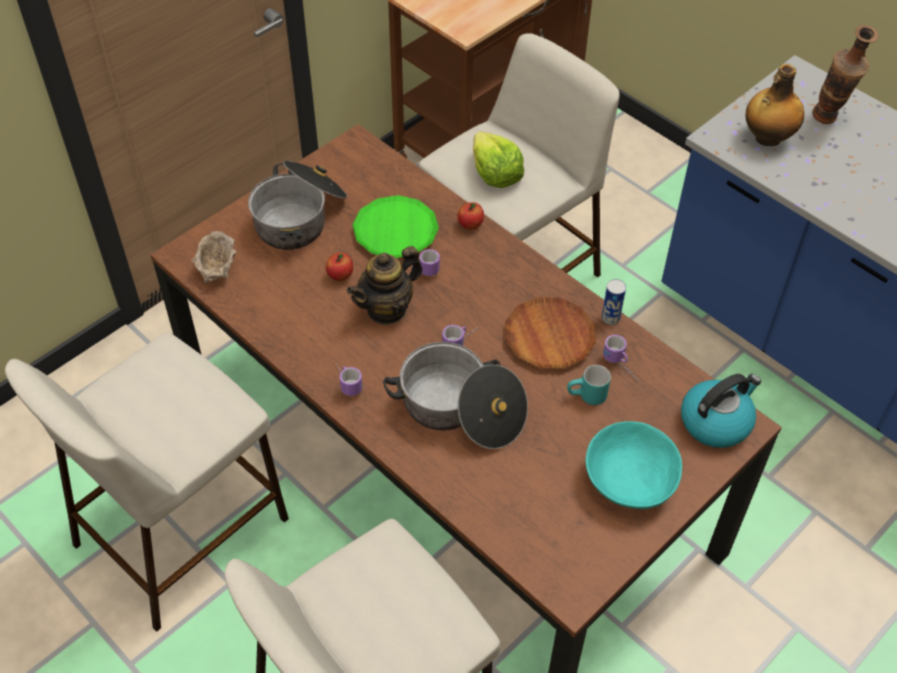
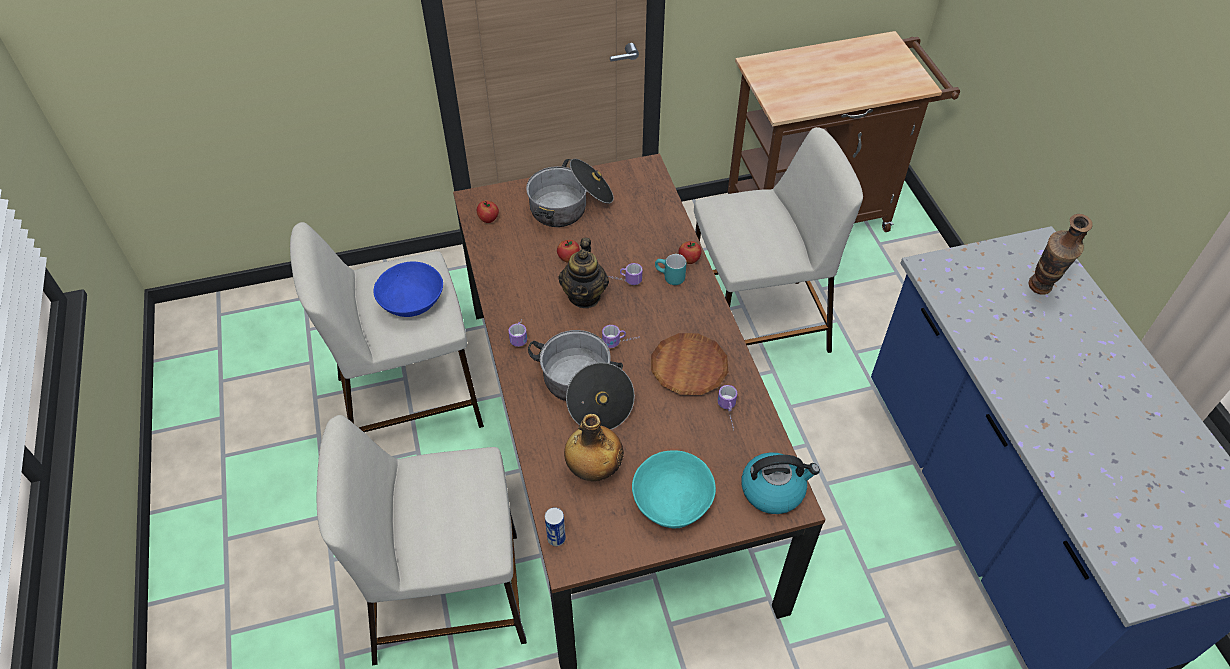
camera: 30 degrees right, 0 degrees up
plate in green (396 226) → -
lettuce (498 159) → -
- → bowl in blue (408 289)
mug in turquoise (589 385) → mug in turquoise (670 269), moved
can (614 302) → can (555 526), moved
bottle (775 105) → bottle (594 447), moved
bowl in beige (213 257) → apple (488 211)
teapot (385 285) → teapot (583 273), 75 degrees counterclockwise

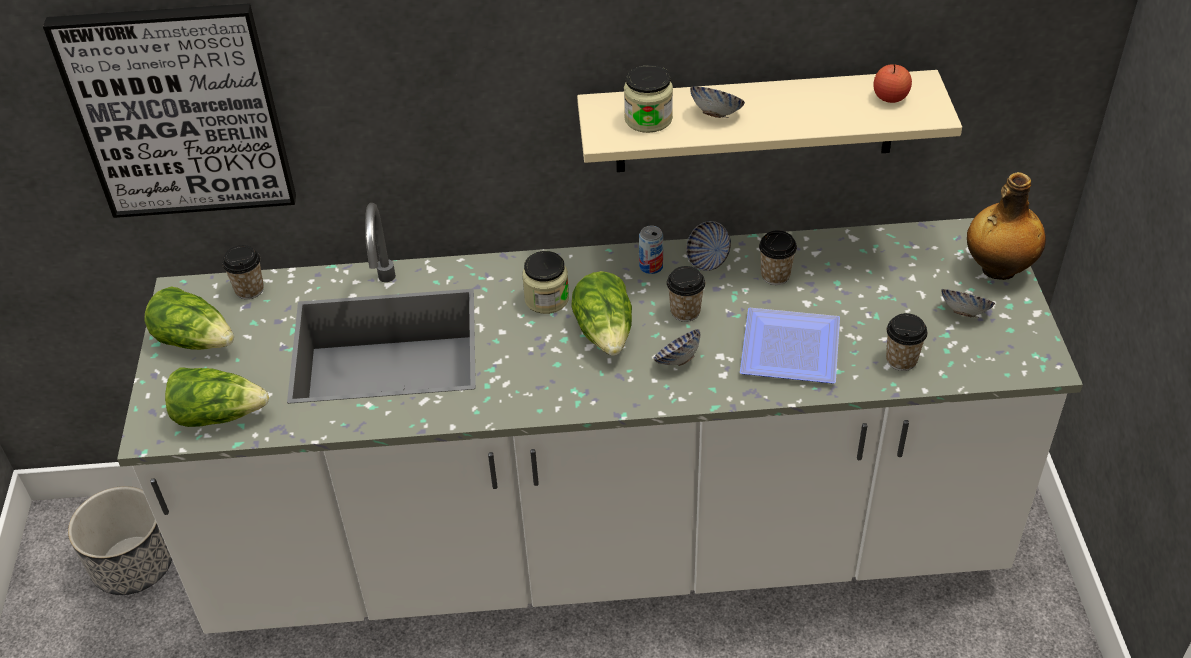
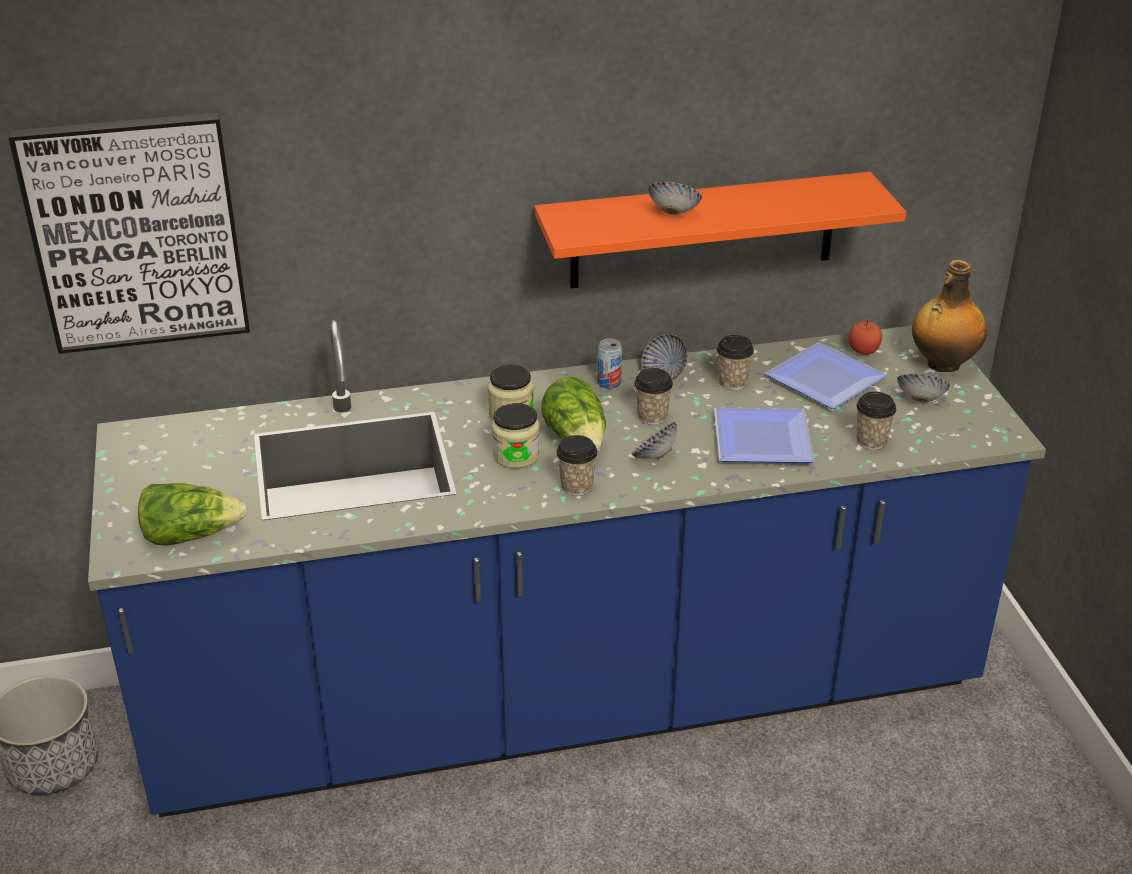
camera: 10 degrees left, 10 degrees down
lettuce (189 318) → -
- → plate (826 375)
cup (243 272) → cup (577 465), moved
jar (648 99) → jar (516 435), moved
apple (892 83) → apple (865 337), moved
counter in white (600 418) → counter in blue (567 568)
shelf in beige (769 121) → shelf in orange (720 230)

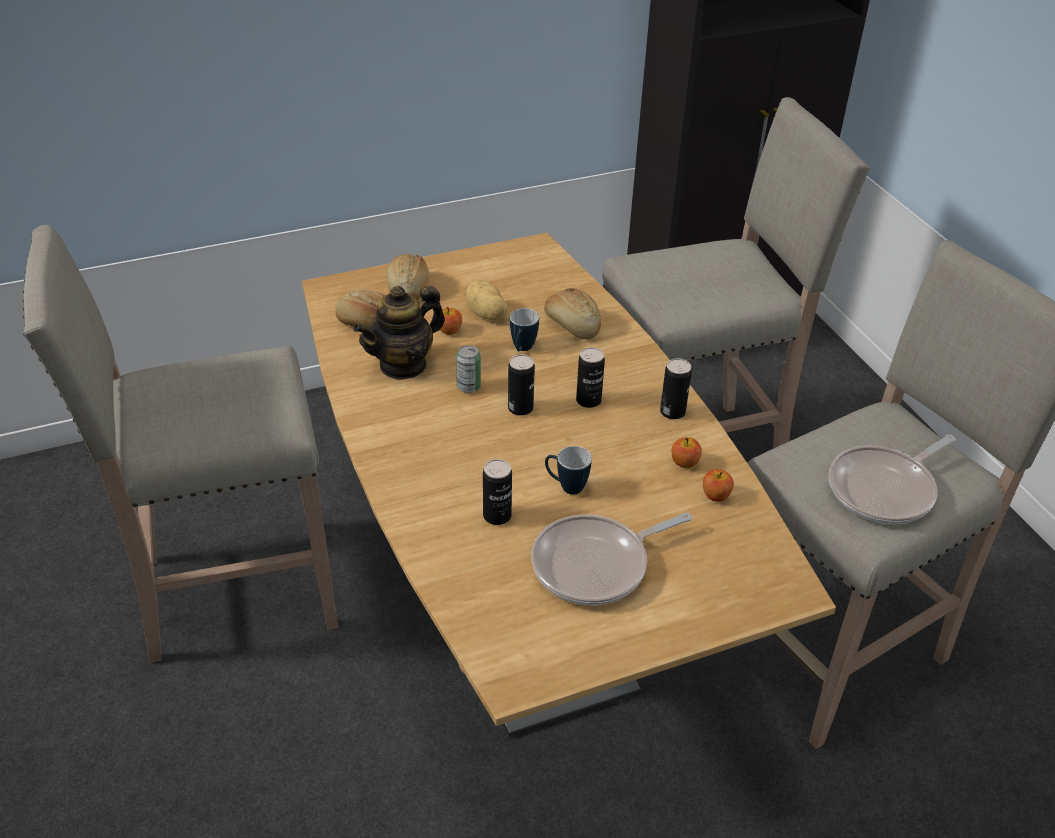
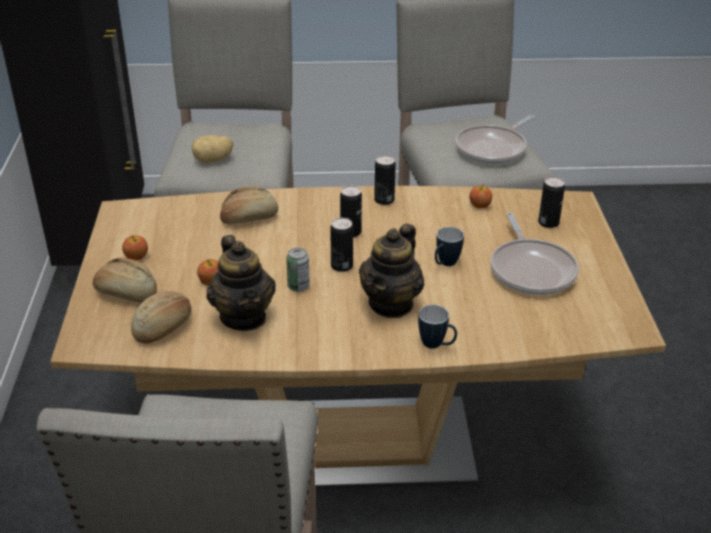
camera: 70 degrees left, 5 degrees down
- → teapot (391 270)
potato (486 300) → potato (212 149), moved
can (497 492) → can (551 202), moved
mug (524 329) → mug (437 327), moved
apple (687 452) → apple (135 248), moved
frying pan (892 479) → frying pan (495 139), 60 degrees clockwise

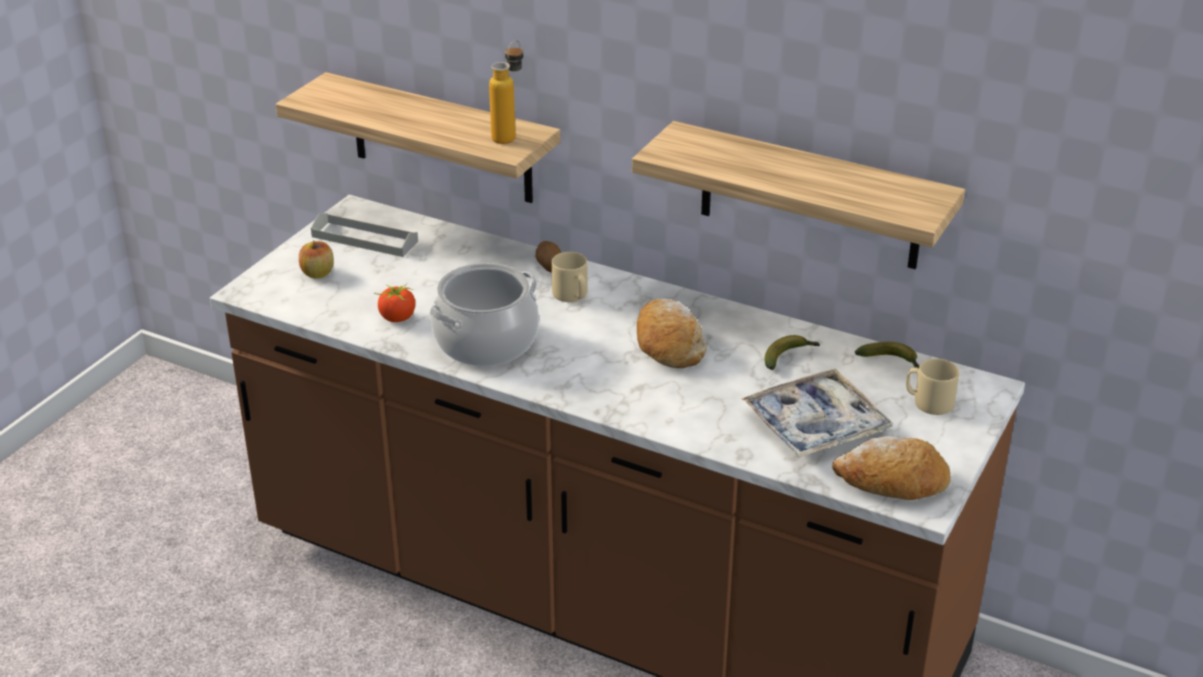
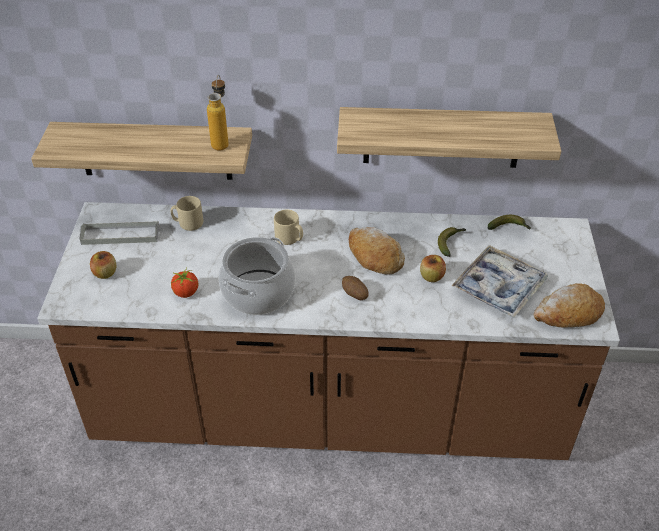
camera: 25 degrees left, 10 degrees up
- → apple (433 268)
potato (548 257) → potato (355 288), moved
mug in beige (932 386) → mug in beige (187 213), moved

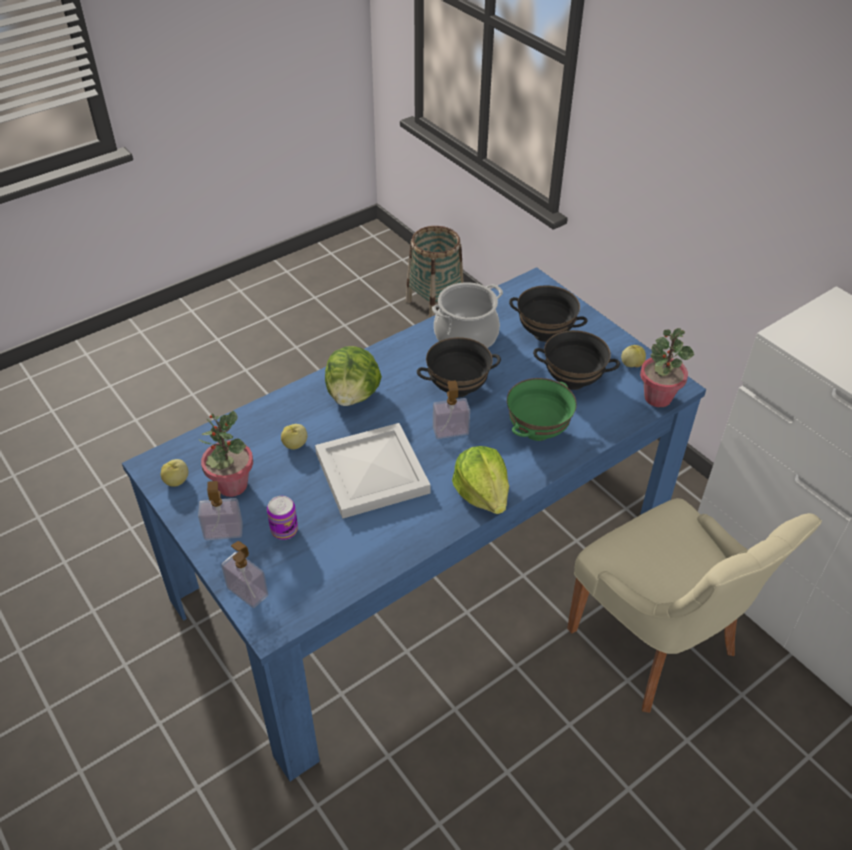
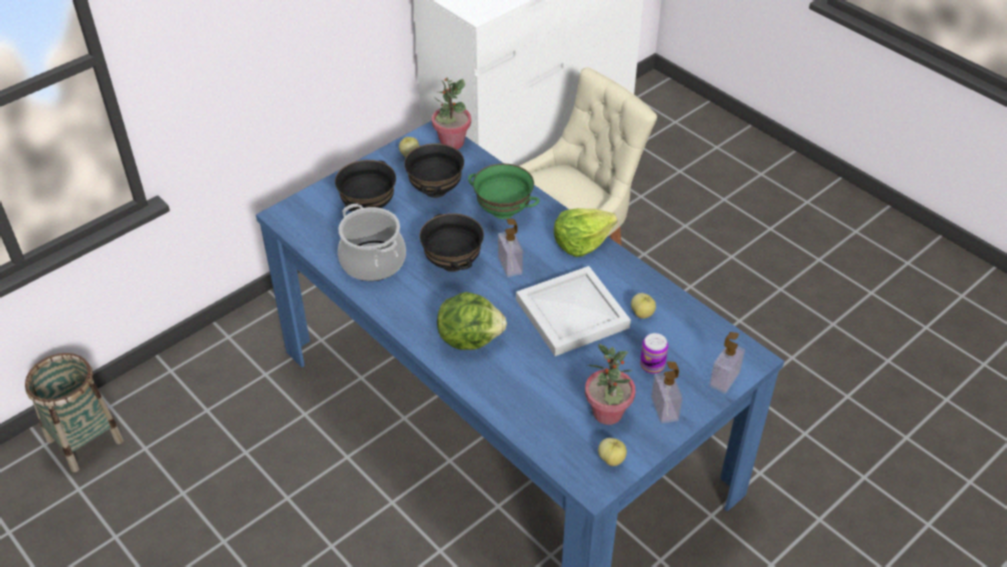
camera: 95 degrees left, 0 degrees up
apple (294 437) → apple (643 306), moved

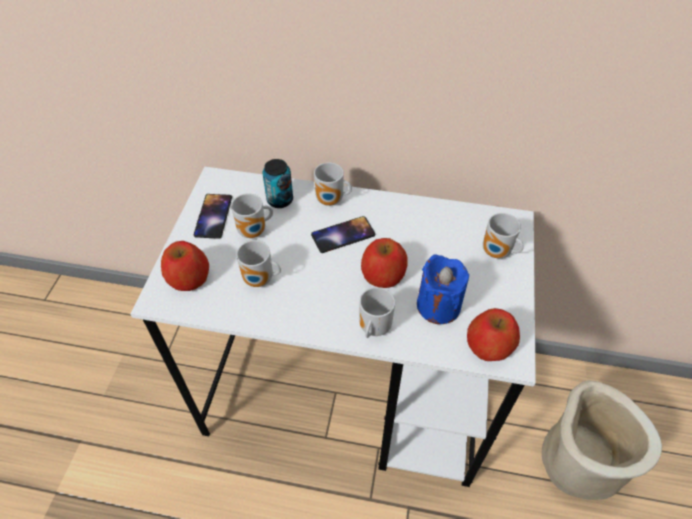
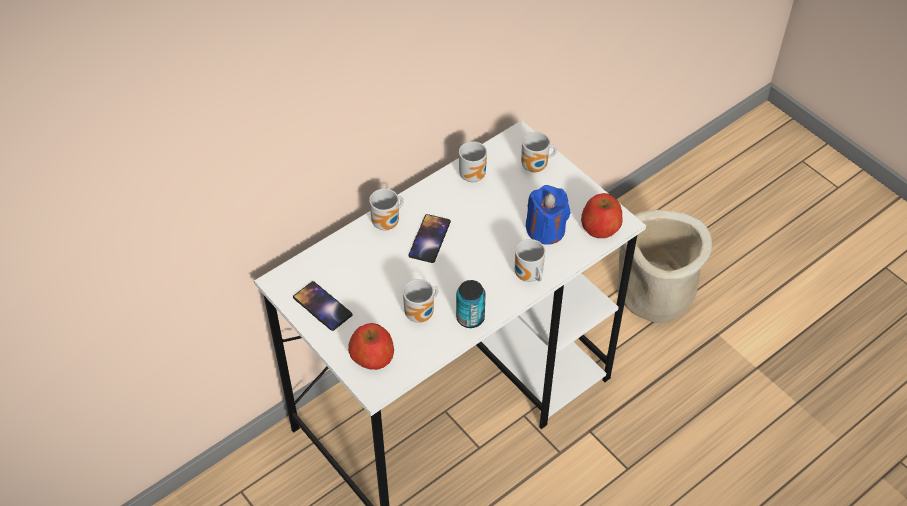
camera: 50 degrees left, 0 degrees up
apple (384 263) → -
mug (252 215) → mug (473 161), moved
can (278 183) → can (471 304), moved

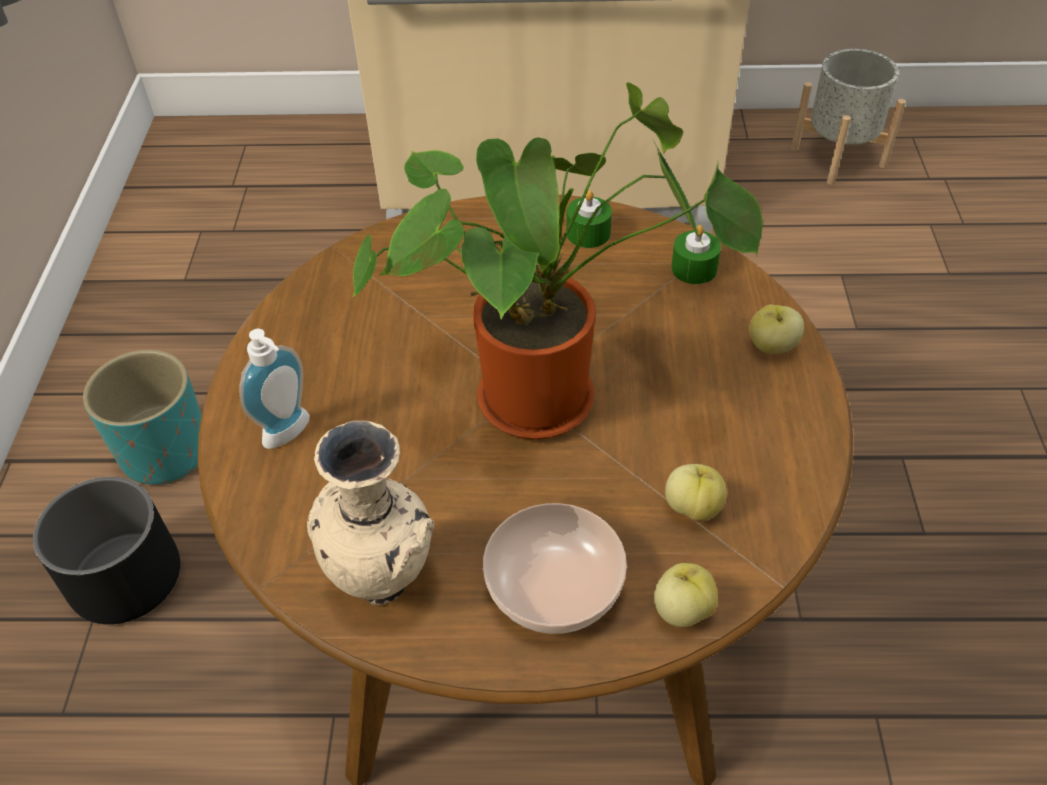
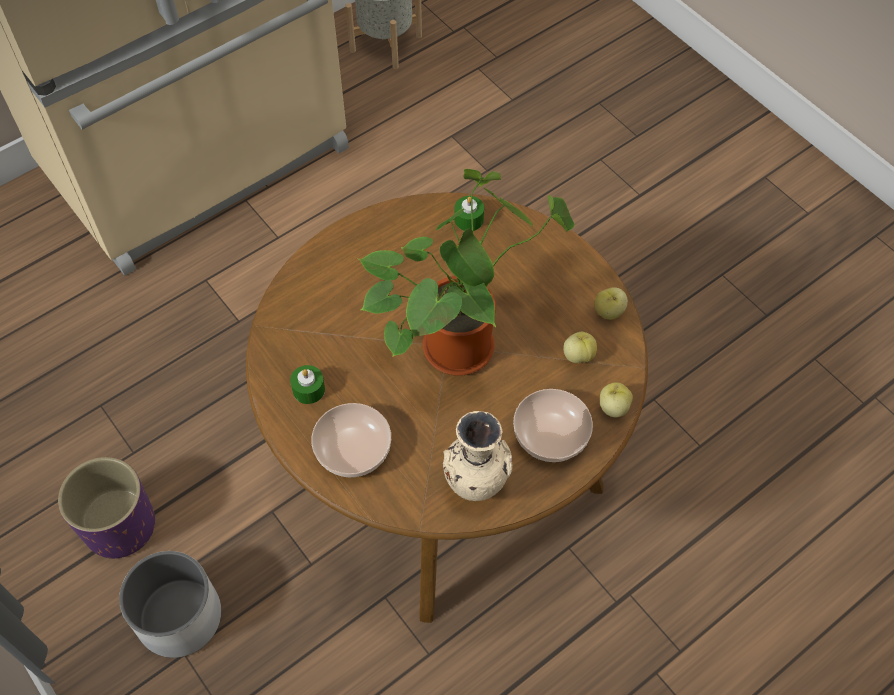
camera: 40 degrees left, 10 degrees up
candle in green (589 219) → candle in green (307 384), moved
apple (776 329) → apple (611 303), moved
soap dispenser (274 389) → bowl (351 440)
planter in black (106 551) → planter in white (170 604)
planter in turquoise (142 417) → planter in purple (106 508)

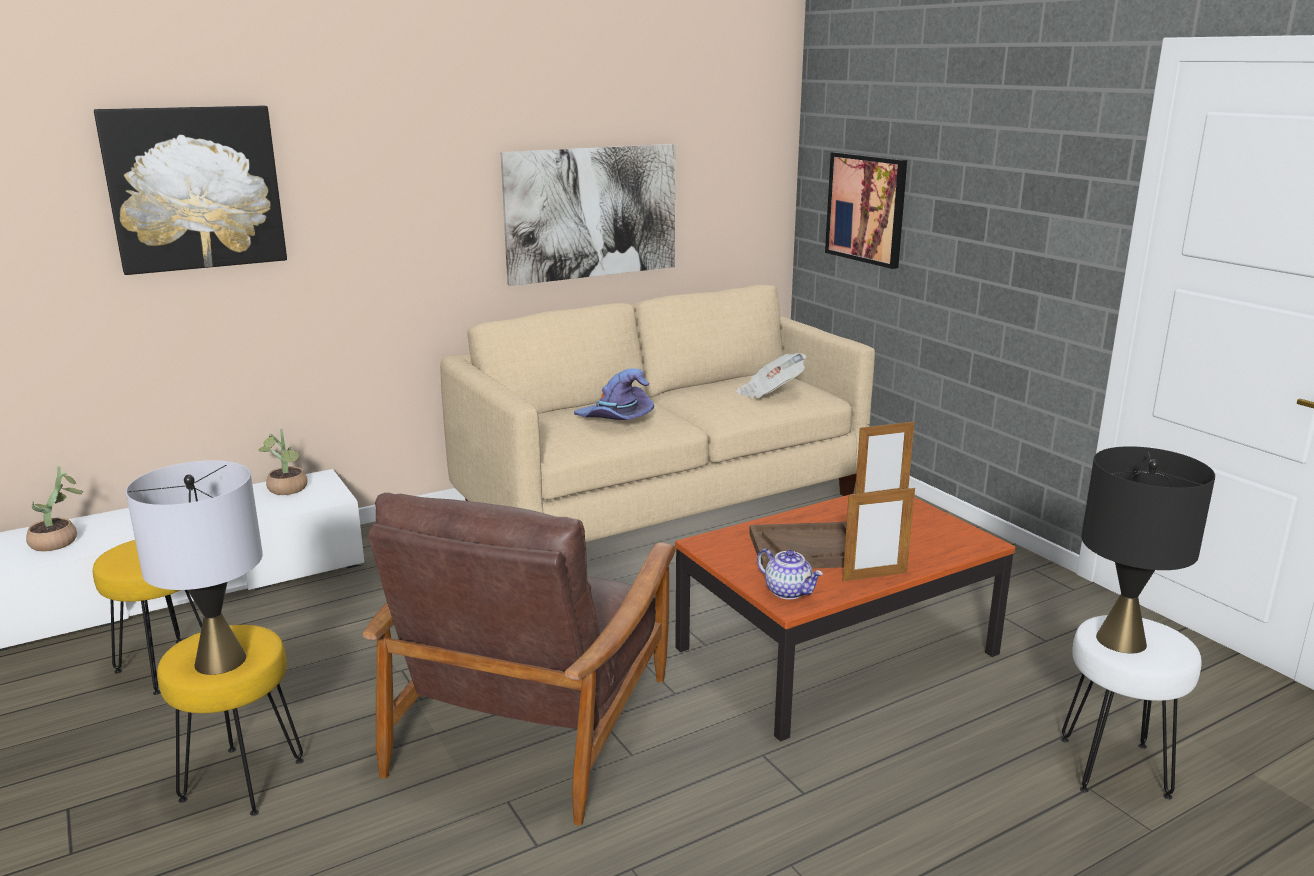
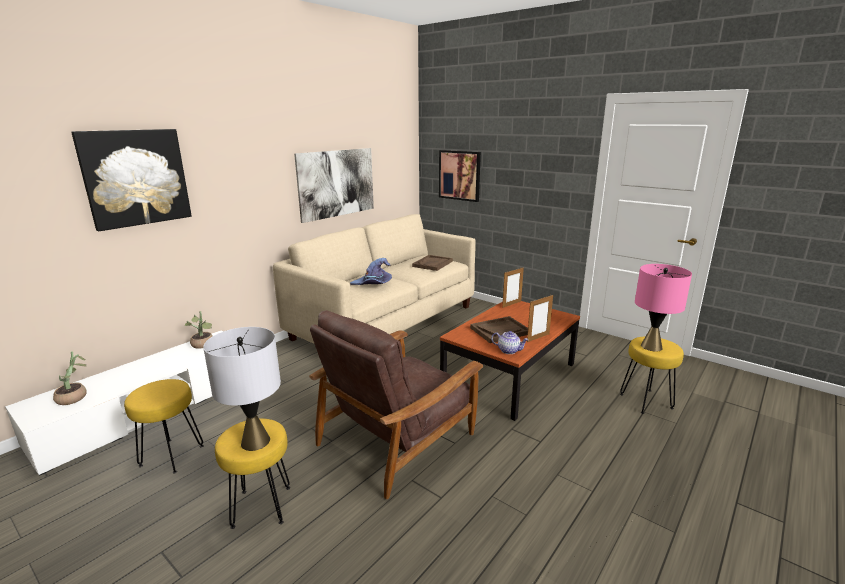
camera: 20 degrees left, 0 degrees up
newspaper (771 375) → tray in brown (432 263)
stool in white (1131 707) → stool in yellow (652 375)
table lamp in black (1148 549) → table lamp in pink (663 307)
armchair in brown (519 659) → armchair in brown (396 404), 45 degrees clockwise

